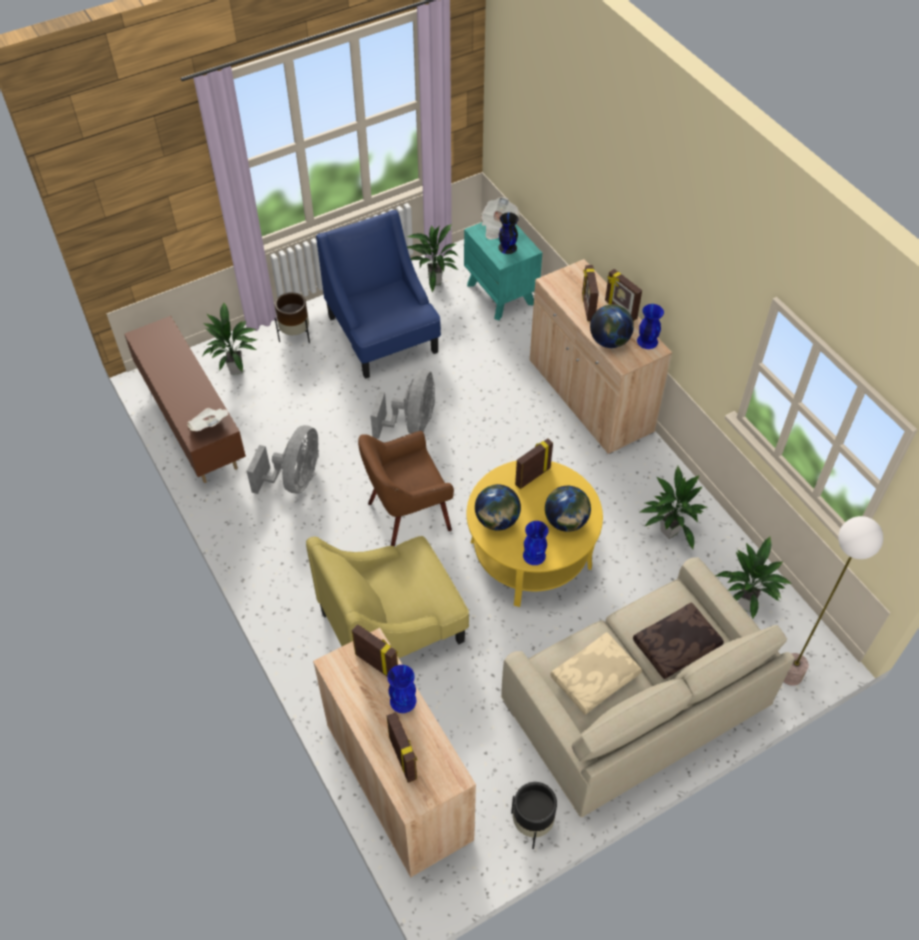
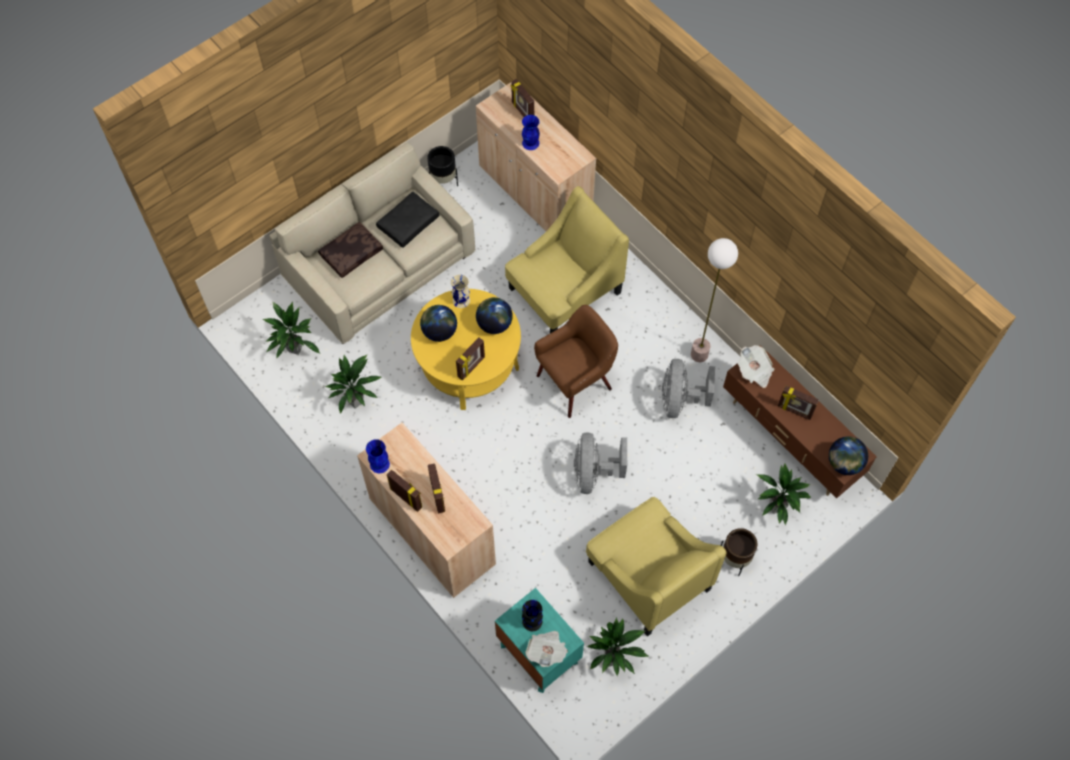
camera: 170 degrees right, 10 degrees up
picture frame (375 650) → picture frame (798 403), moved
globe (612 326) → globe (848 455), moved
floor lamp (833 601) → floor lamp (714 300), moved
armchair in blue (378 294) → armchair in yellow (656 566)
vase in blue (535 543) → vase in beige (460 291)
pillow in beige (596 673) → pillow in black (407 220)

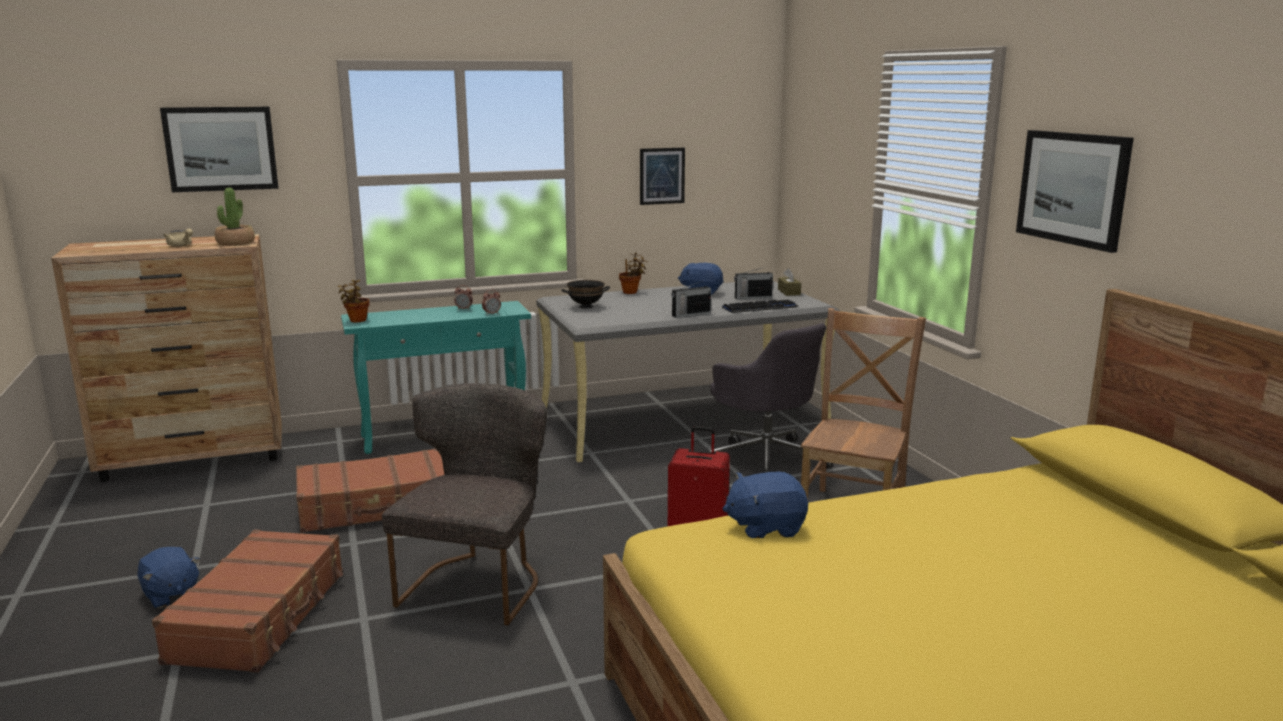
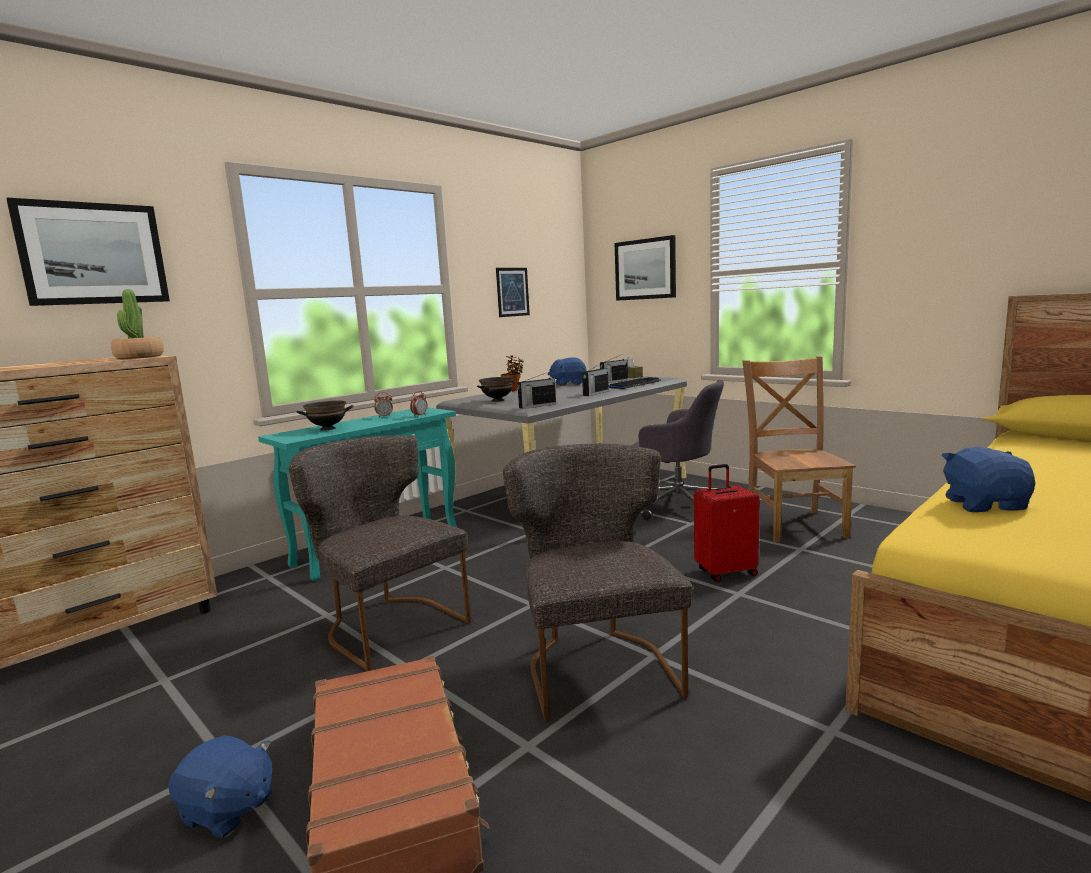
camera: 25 degrees left, 5 degrees down
teapot in beige (178 237) → -
potted plant (354 300) → -
- → bowl in black (324 415)
- → radio (536 391)
picture (1075 191) → picture (645 268), moved
suitcase in brown (370 491) → chair in grey (380 553)
plush toy in blue (765 505) → plush toy in blue (988 479), 135 degrees clockwise

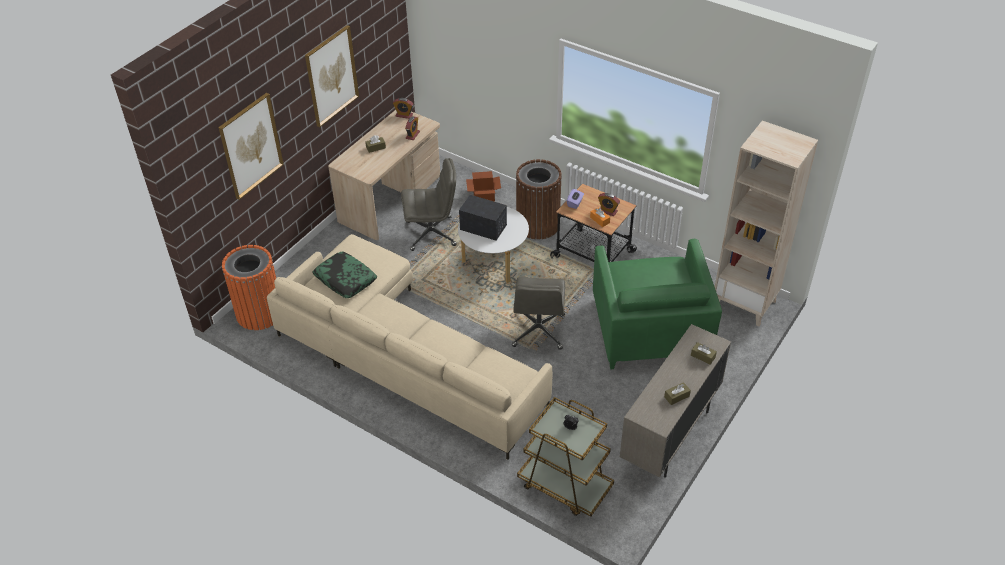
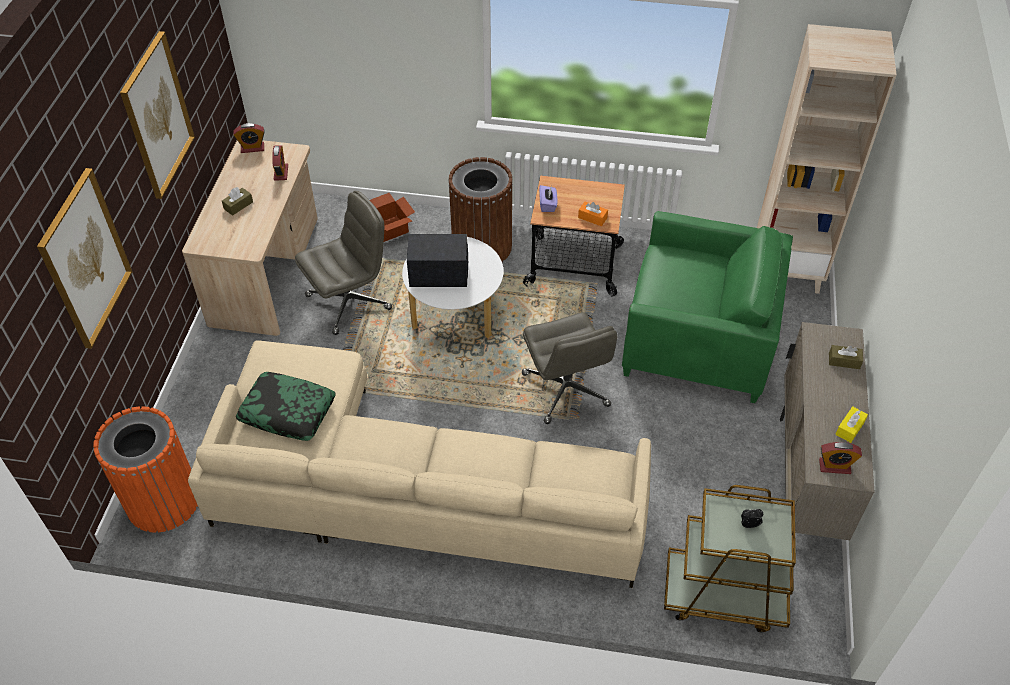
camera: 25 degrees left, 5 degrees up
alarm clock (609 204) → alarm clock (840 458), moved
tissue box in brown (677 393) → tissue box in yellow (851 424)
armchair in green (657 304) → armchair in green (707 307), 45 degrees counterclockwise

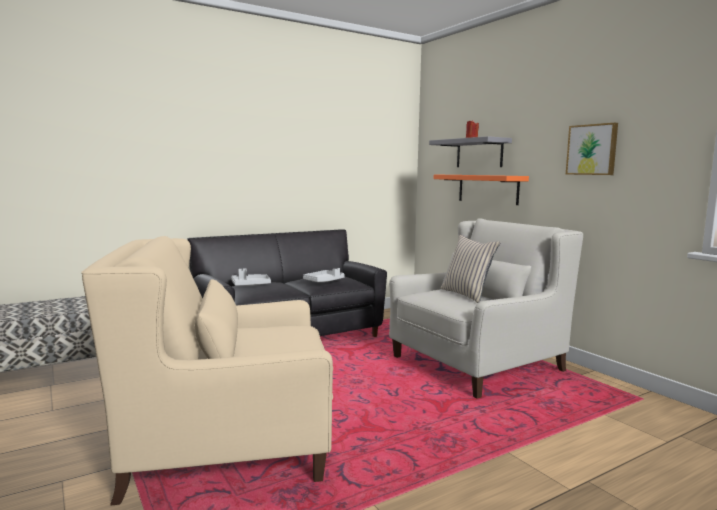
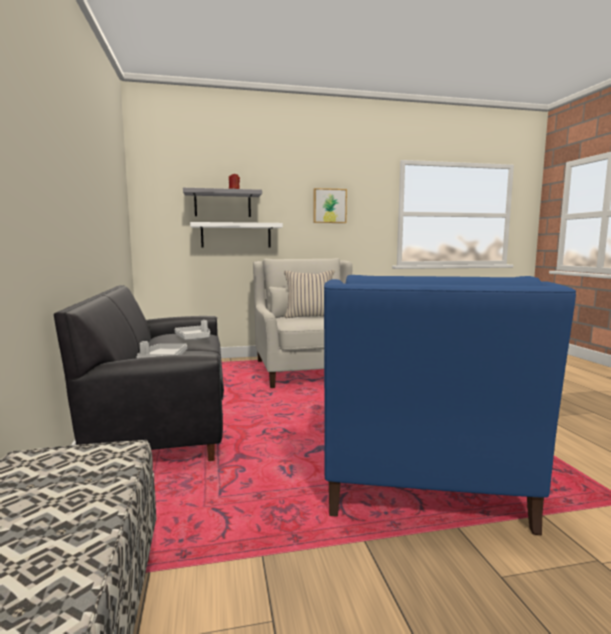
camera: 70 degrees left, 0 degrees up
armchair in beige (207 370) → armchair in blue (450 405)
shelf in orange (481 190) → shelf in white (236 235)

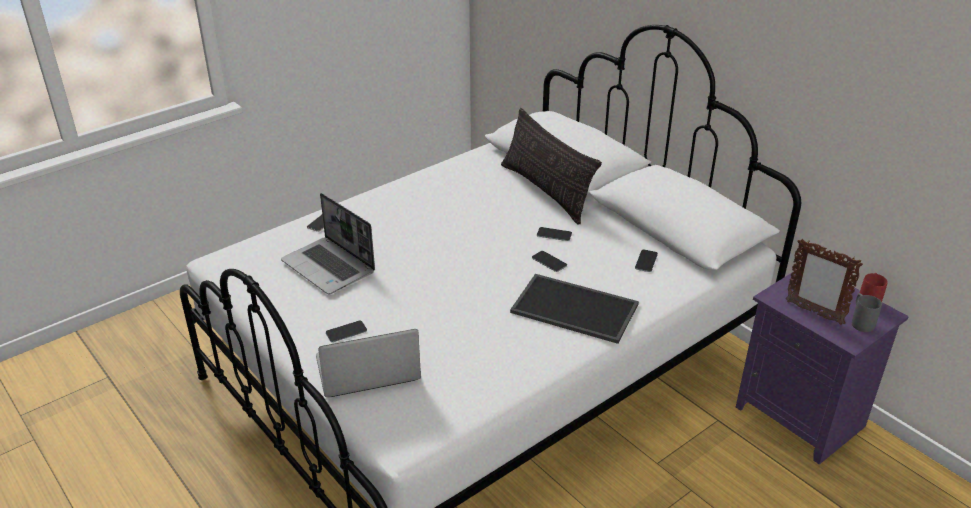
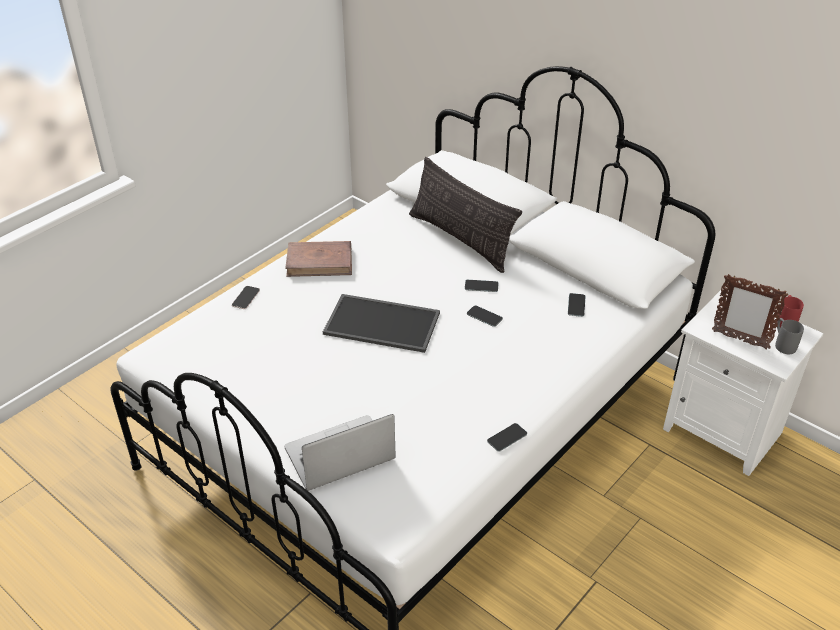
camera: 10 degrees left, 5 degrees up
laptop (328 243) → -
- → book in brown (318 259)
phone (346 331) → phone (507 437), moved
tray (574 309) → tray (381 323), moved
nightstand in purple (822 369) → nightstand in white (743 383)

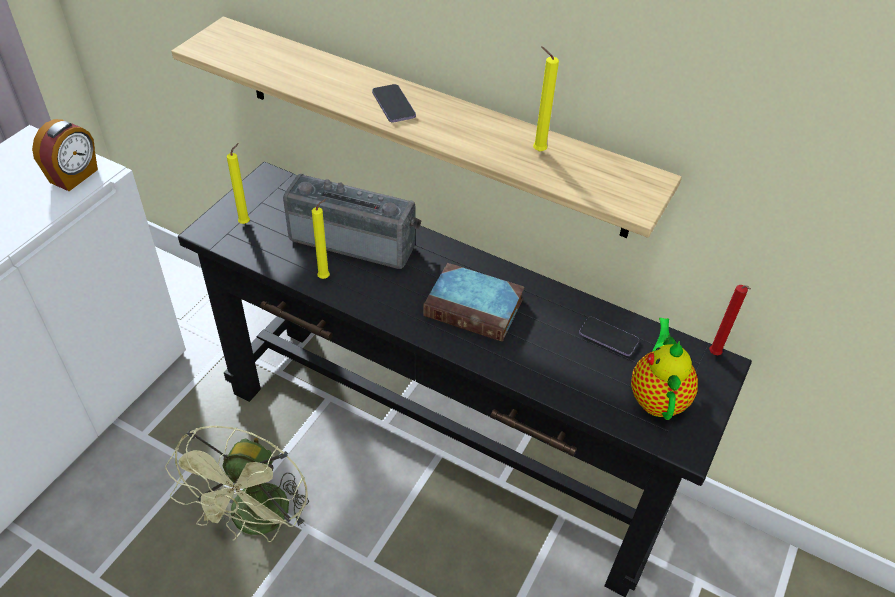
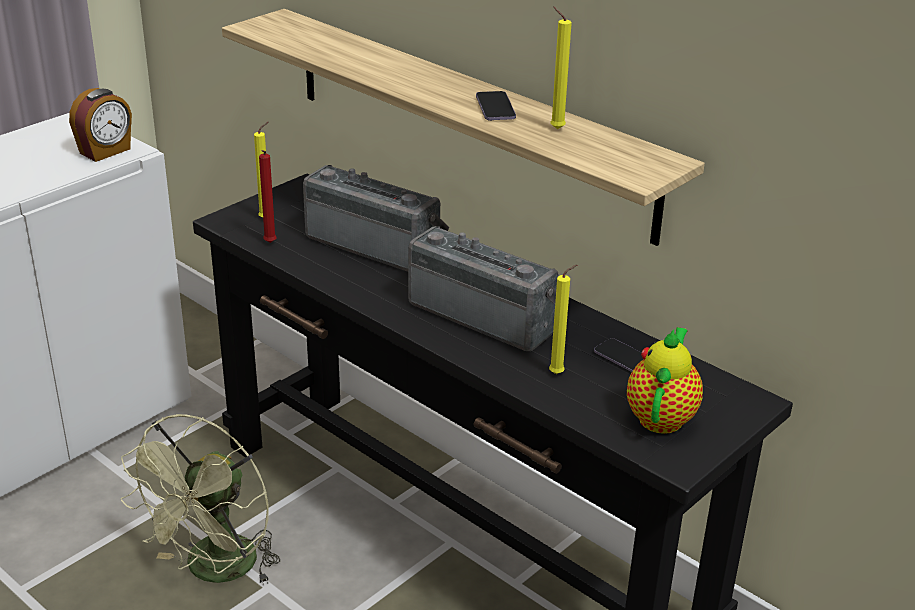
camera: 15 degrees right, 15 degrees down
candle in yellow (321 239) → candle in yellow (563 319), moved
phone (394 103) → phone (496 106), moved
candle in red (730 320) → candle in red (268 196), moved
book (474 302) → radio (483 288)

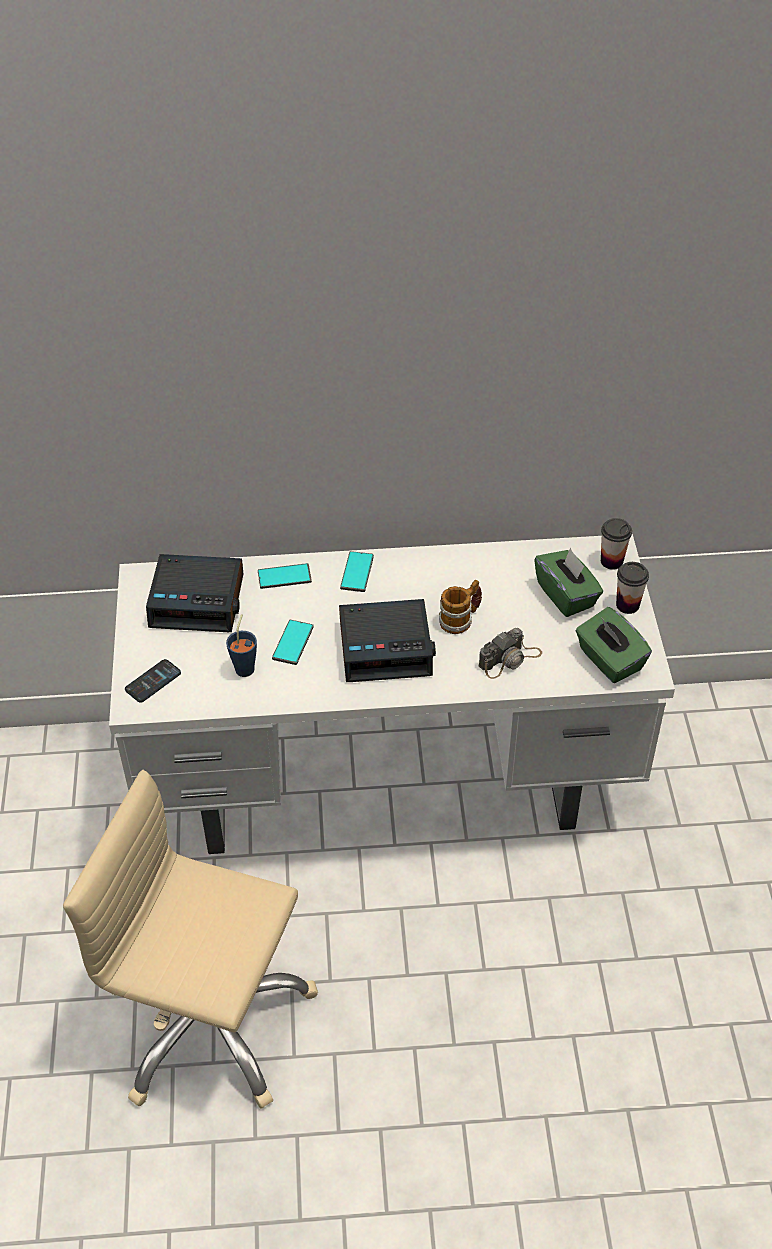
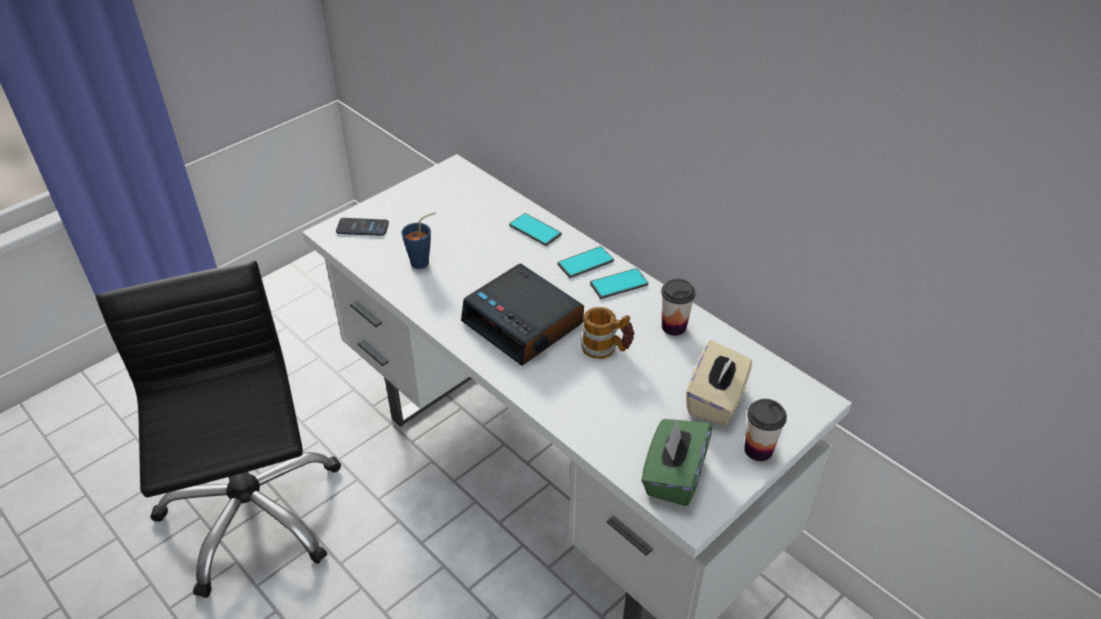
camera: 50 degrees right, 5 degrees down
alarm clock (194 593) → -
photo camera (510 653) → -
phone (293 642) → phone (619 283), moved
cup (616 544) → cup (678 307), moved
office chair in beige (190 939) → office chair in black (218 429)
tissue box in green (568 582) → tissue box in beige (719 382)

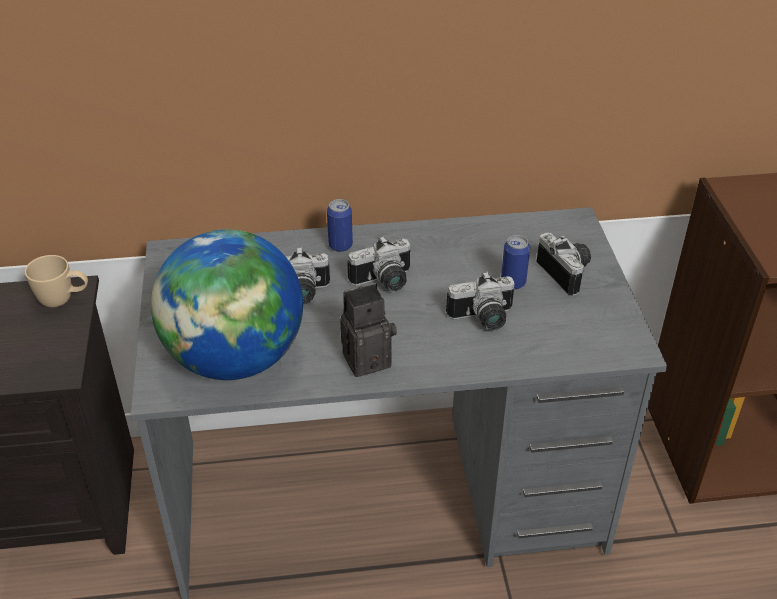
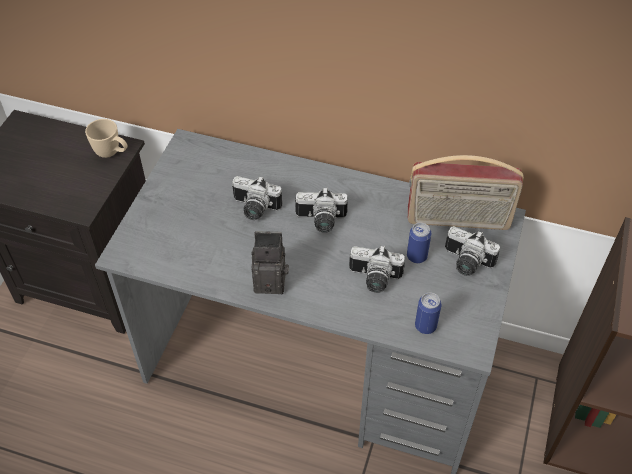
camera: 25 degrees right, 10 degrees up
globe (227 304) → -
- → radio (466 192)
can (340 225) → can (428 313), moved
photo camera (564 264) → photo camera (472 251), 120 degrees clockwise

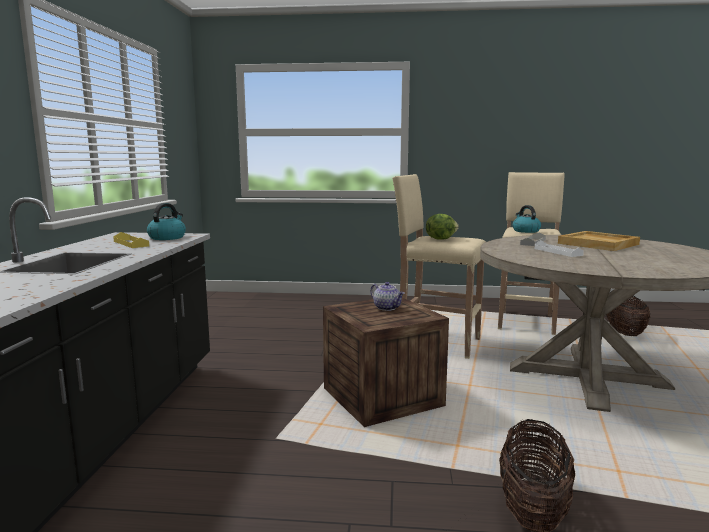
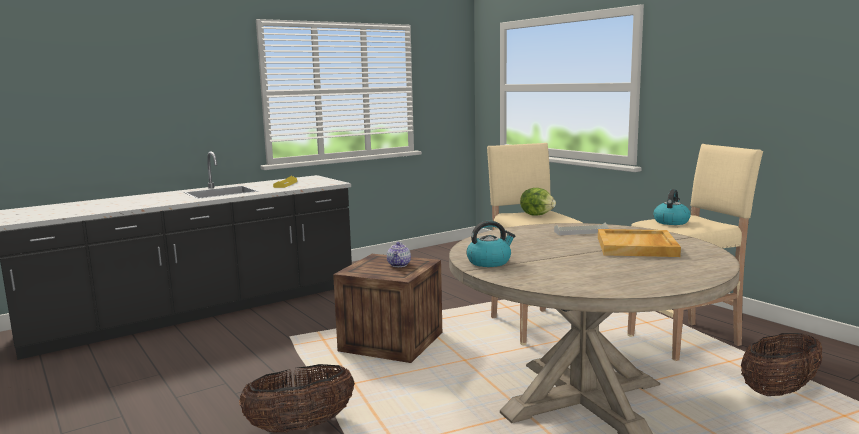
camera: 50 degrees right, 0 degrees up
tray in white (559 248) → -
kettle (166 221) → kettle (491 244), moved

